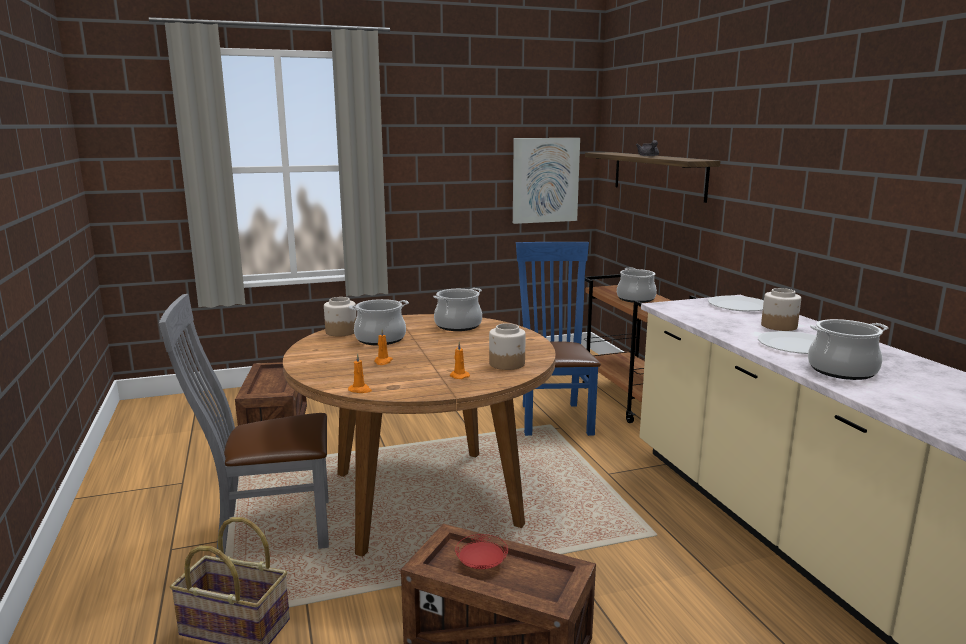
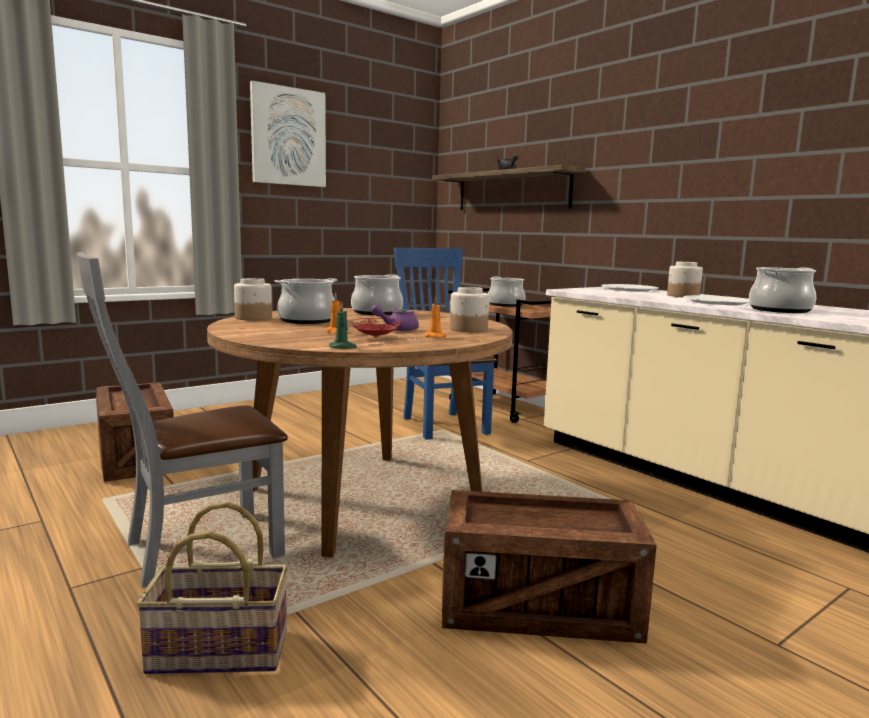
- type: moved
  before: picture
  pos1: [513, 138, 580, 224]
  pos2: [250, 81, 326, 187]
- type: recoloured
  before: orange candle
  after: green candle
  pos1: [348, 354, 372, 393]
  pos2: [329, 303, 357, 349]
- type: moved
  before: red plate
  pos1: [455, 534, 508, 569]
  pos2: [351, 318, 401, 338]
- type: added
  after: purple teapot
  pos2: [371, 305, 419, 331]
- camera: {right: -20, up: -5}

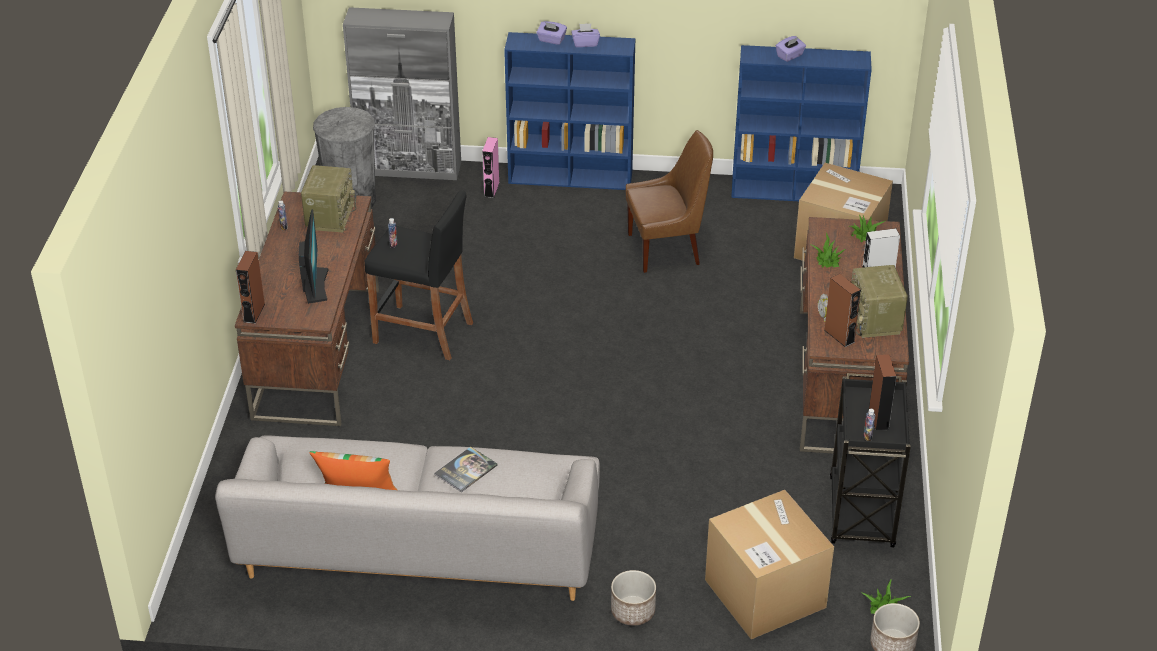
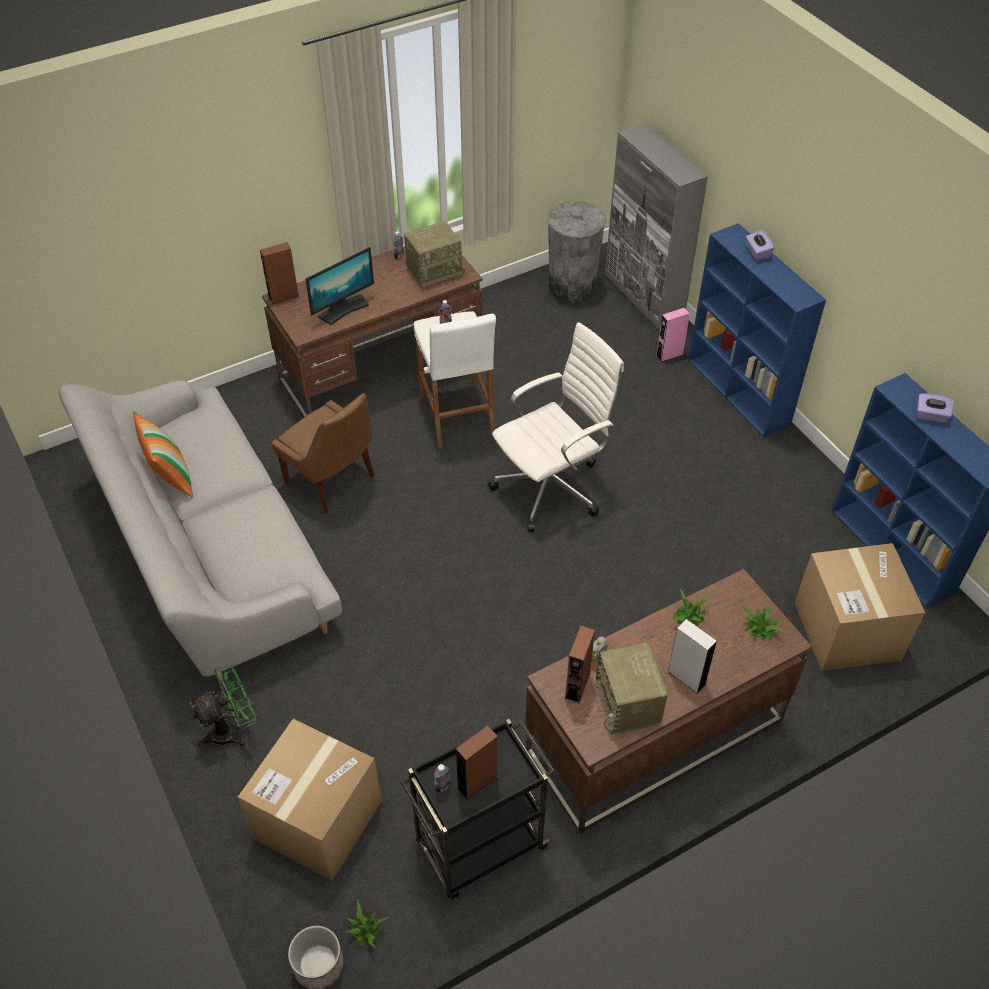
- type: replaced
  before: planter
  after: green fan
  pos1: [611, 570, 656, 626]
  pos2: [189, 663, 256, 746]
- type: moved
  before: brown chair
  pos1: [626, 130, 713, 273]
  pos2: [271, 393, 375, 513]
- type: recoloured
  before: black stool
  after: white stool
  pos1: [365, 190, 473, 360]
  pos2: [414, 311, 496, 448]
- type: added
  after: white office chair
  pos2: [488, 322, 624, 532]
- type: turned
  before: radio
  pos1: [851, 265, 908, 338]
  pos2: [596, 643, 668, 735]
  turn: -60
- type: removed
  before: book
  pos1: [435, 447, 498, 492]
- type: removed
  before: purple tissue box
  pos1: [571, 24, 600, 47]
- camera: {right: 55, up: 10}

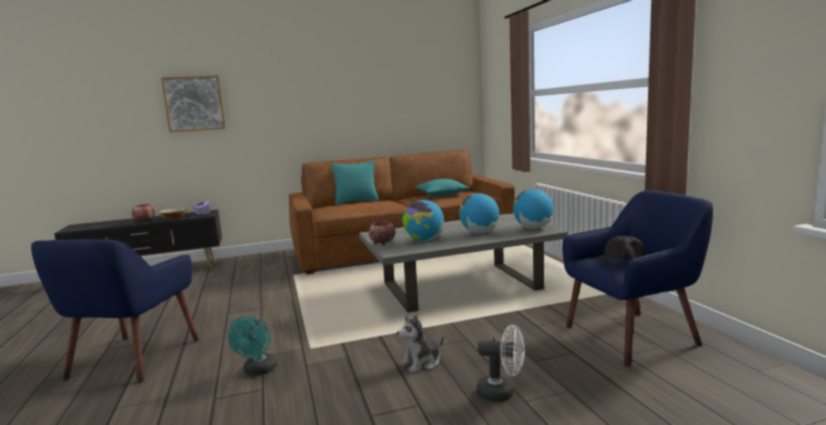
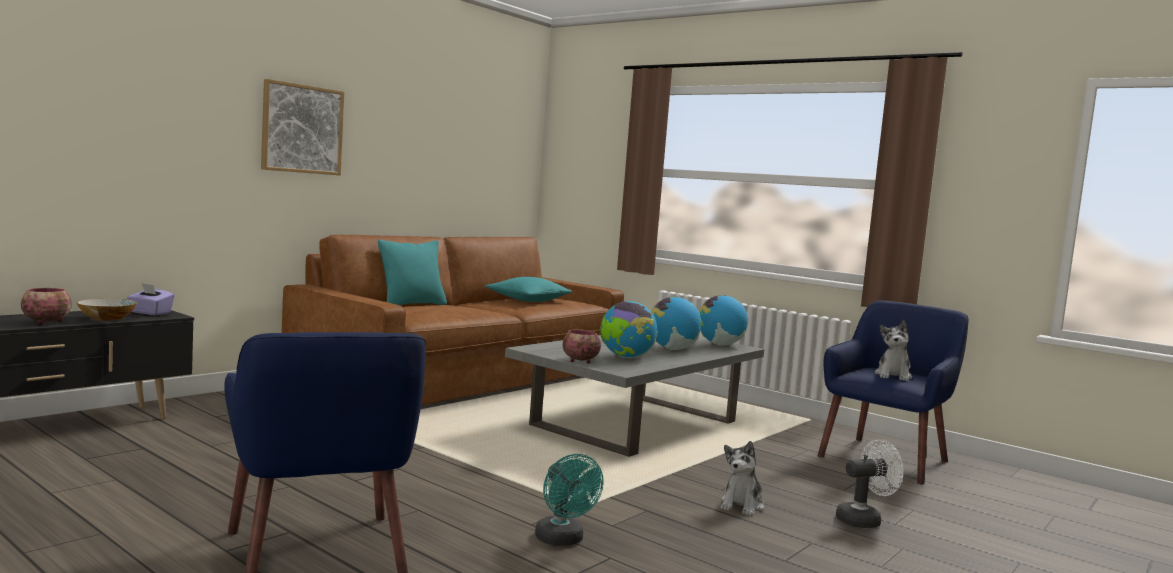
- type: moved
  before: picture
  pos1: [161, 75, 226, 132]
  pos2: [261, 79, 344, 175]
- type: replaced
  before: black hat
  after: plush toy
  pos1: [596, 236, 645, 269]
  pos2: [875, 321, 913, 381]
- camera: {right: -35, up: -5}

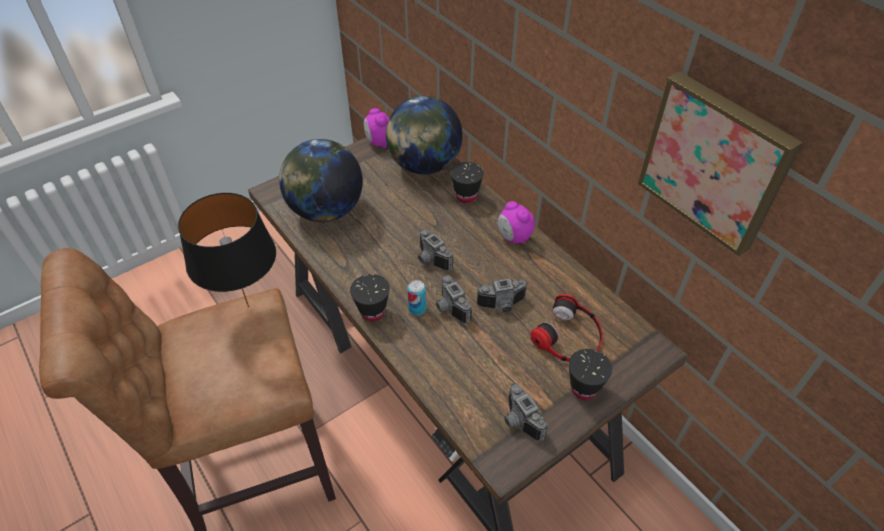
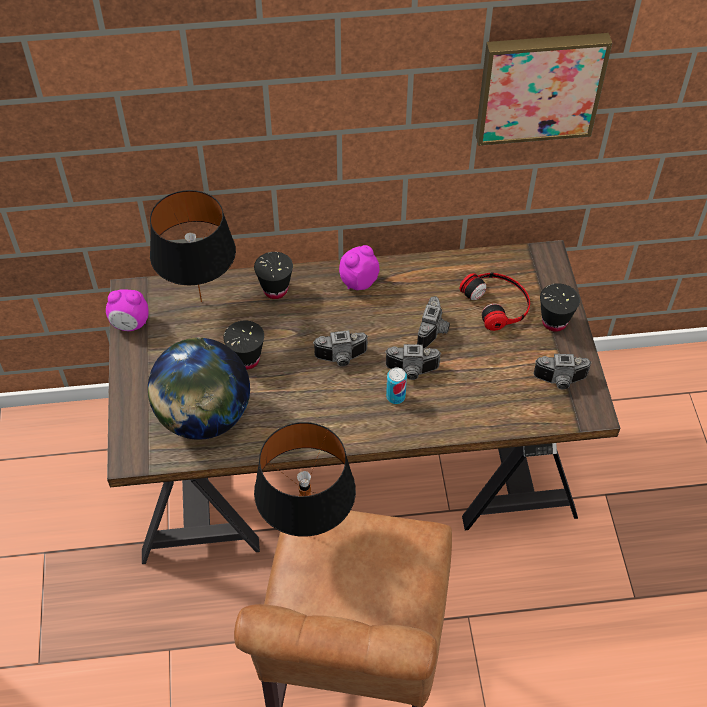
- type: replaced
  before: globe
  after: black table lamp
  pos1: [386, 96, 463, 174]
  pos2: [150, 190, 236, 302]
- type: moved
  before: black cup
  pos1: [350, 274, 390, 321]
  pos2: [223, 320, 264, 369]
- type: turned
  before: alarm clock
  pos1: [498, 201, 535, 245]
  pos2: [339, 245, 379, 290]
  turn: 150
- camera: {right: -60, up: 5}

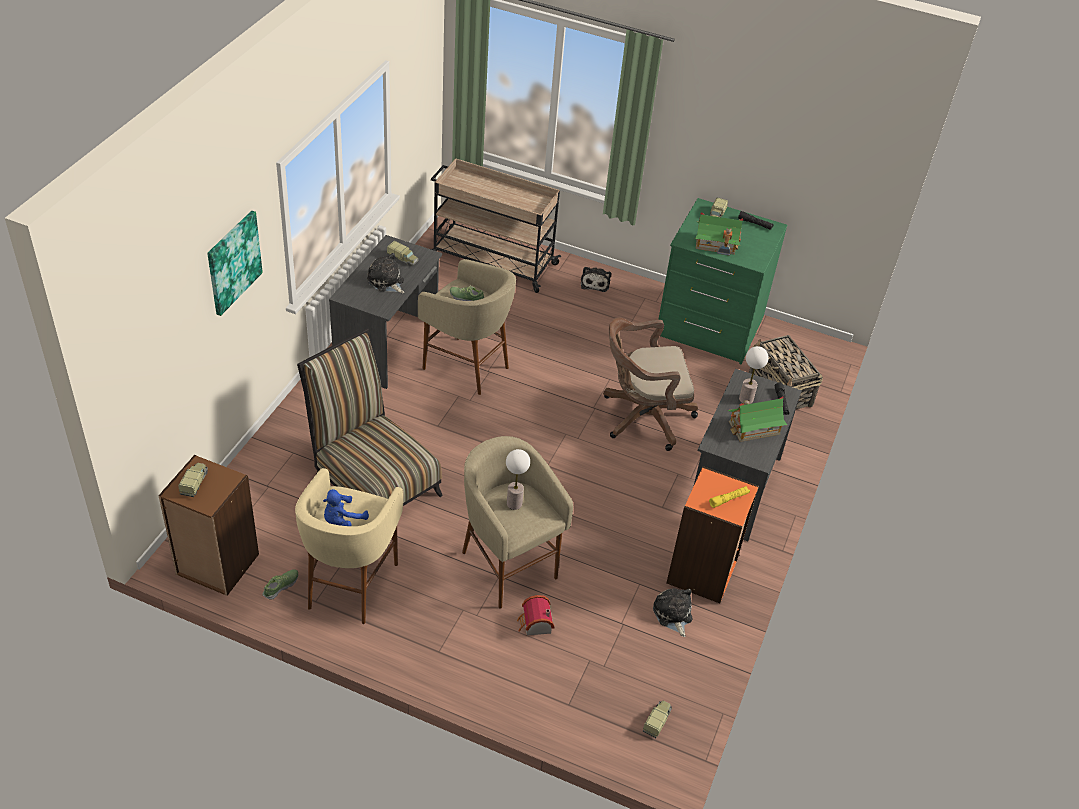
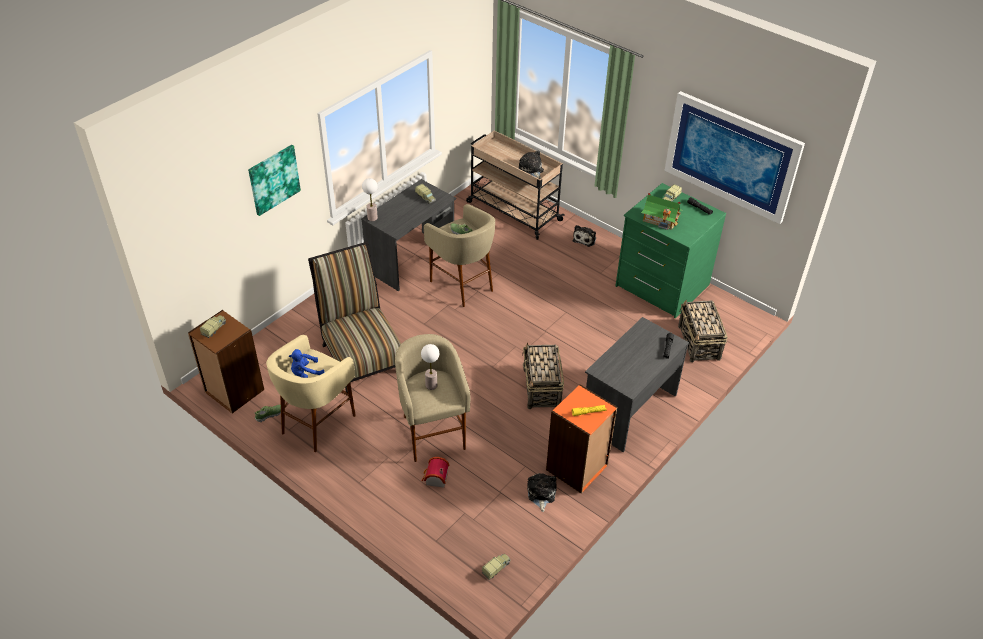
- type: moved
  before: table lamp
  pos1: [739, 346, 769, 404]
  pos2: [362, 178, 378, 221]
- type: moved
  before: plush toy
  pos1: [367, 253, 404, 293]
  pos2: [519, 150, 544, 179]
- type: added
  after: basket
  pos2: [522, 343, 564, 409]
- type: added
  after: picture
  pos2: [665, 91, 805, 224]
- type: removed
  before: brown office chair
  pos1: [603, 317, 698, 451]
- type: removed
  before: toy house
  pos1: [728, 396, 787, 442]
- camera: {right: 20, up: 0}

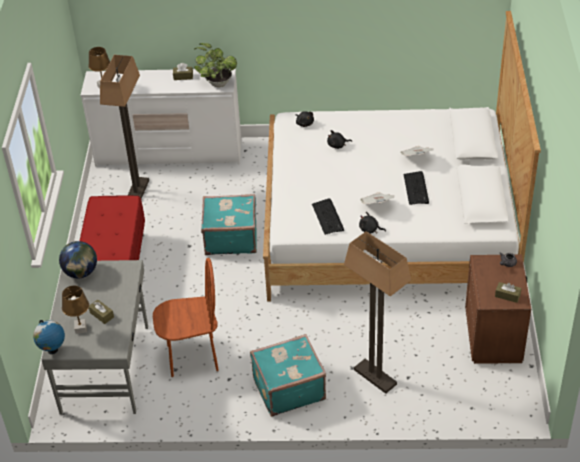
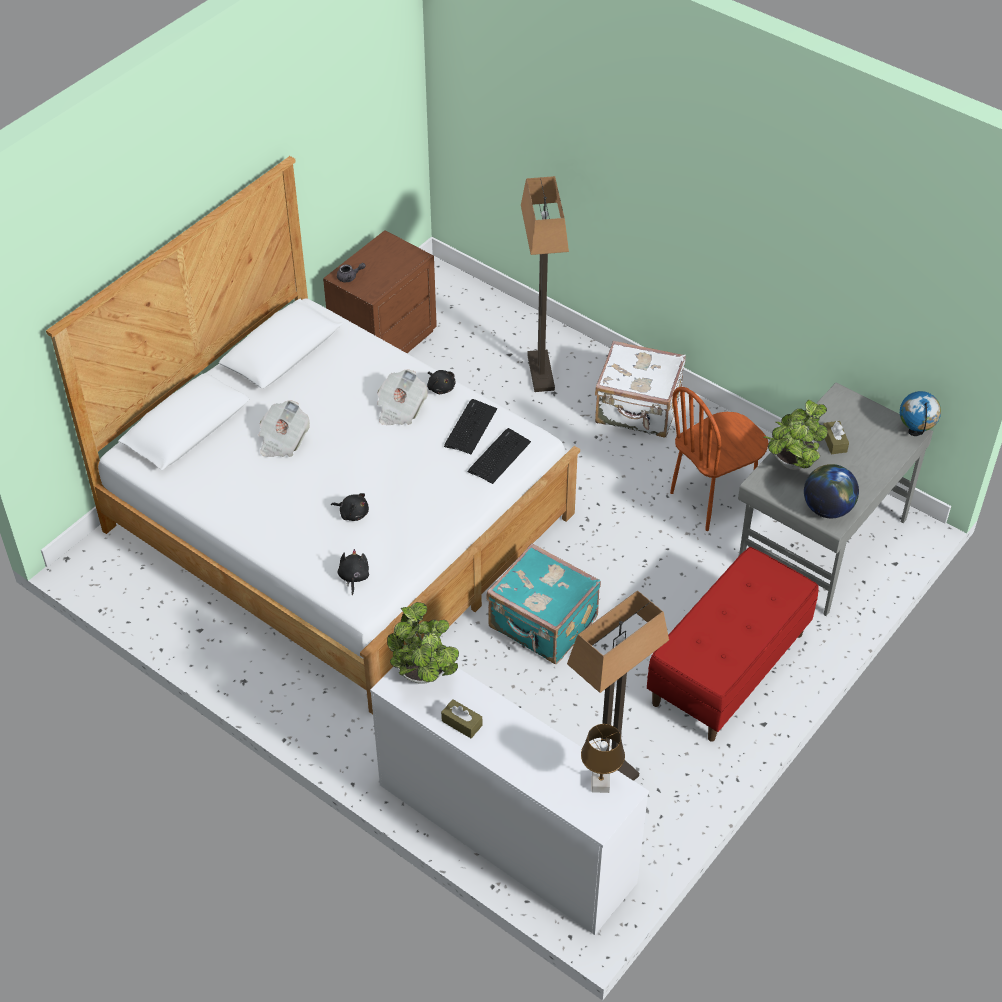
- type: moved
  before: keyboard
  pos1: [404, 171, 429, 205]
  pos2: [468, 428, 531, 484]
- type: recoloured
  before: turquoise suitcase
  after: white suitcase
  pos1: [250, 334, 326, 417]
  pos2: [595, 341, 686, 437]
- type: turned
  before: brown chair
  pos1: [153, 258, 218, 377]
  pos2: [670, 387, 769, 531]
  turn: -60
- type: added
  after: potted plant
  pos2: [763, 400, 828, 470]
- type: removed
  before: brown table lamp
  pos1: [62, 286, 89, 334]
- type: removed
  before: brown tissue box
  pos1: [495, 282, 521, 303]
- camera: {right: -145, up: 5}

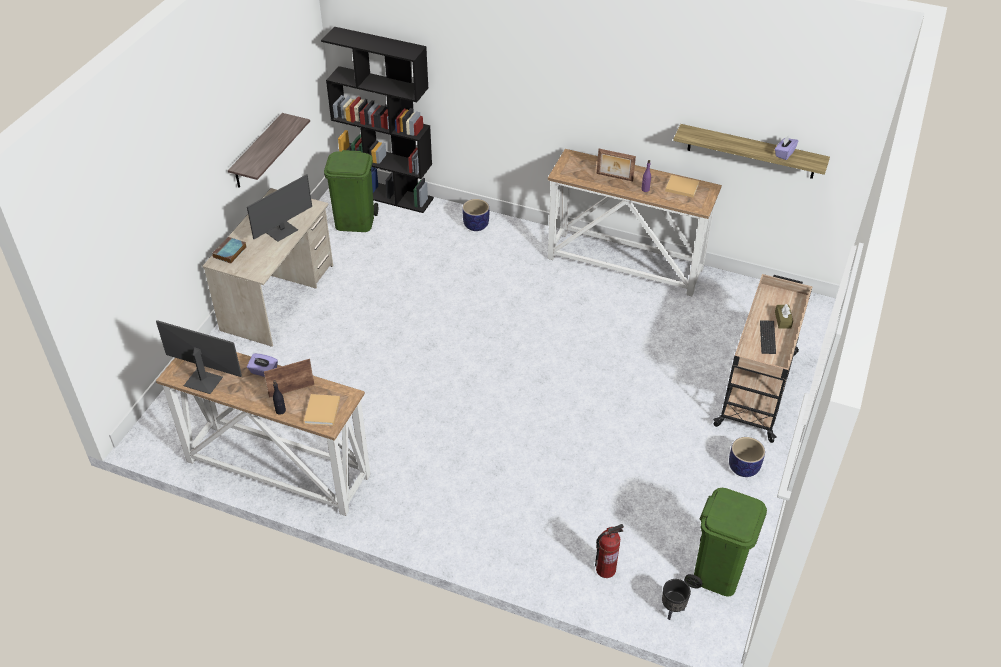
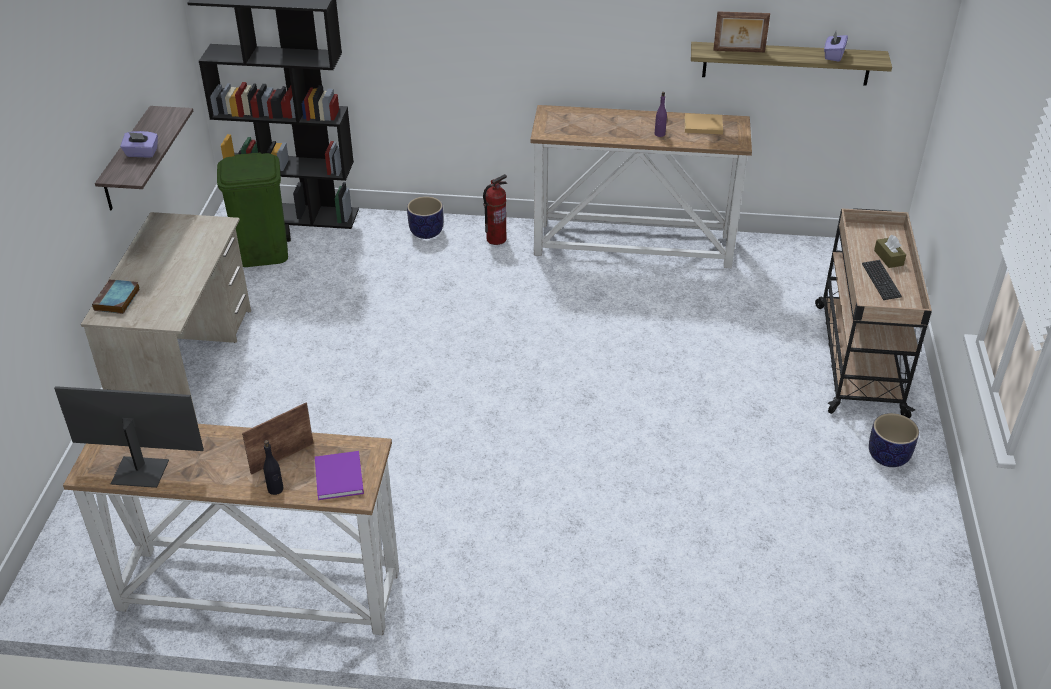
- type: moved
  before: purple tissue box
  pos1: [247, 353, 278, 377]
  pos2: [120, 131, 158, 158]
- type: recoloured
  before: beige book
  after: purple book
  pos1: [304, 394, 340, 426]
  pos2: [315, 451, 364, 500]
- type: moved
  before: fire extinguisher
  pos1: [595, 524, 624, 578]
  pos2: [483, 174, 507, 245]
- type: moved
  before: picture frame
  pos1: [597, 149, 636, 181]
  pos2: [713, 11, 770, 52]
- type: removed
  before: monitor
  pos1: [247, 174, 312, 242]
- type: removed
  before: black planter
  pos1: [662, 579, 691, 620]
- type: removed
  before: green trash can
  pos1: [684, 488, 767, 597]
- camera: {right: -15, up: -5}

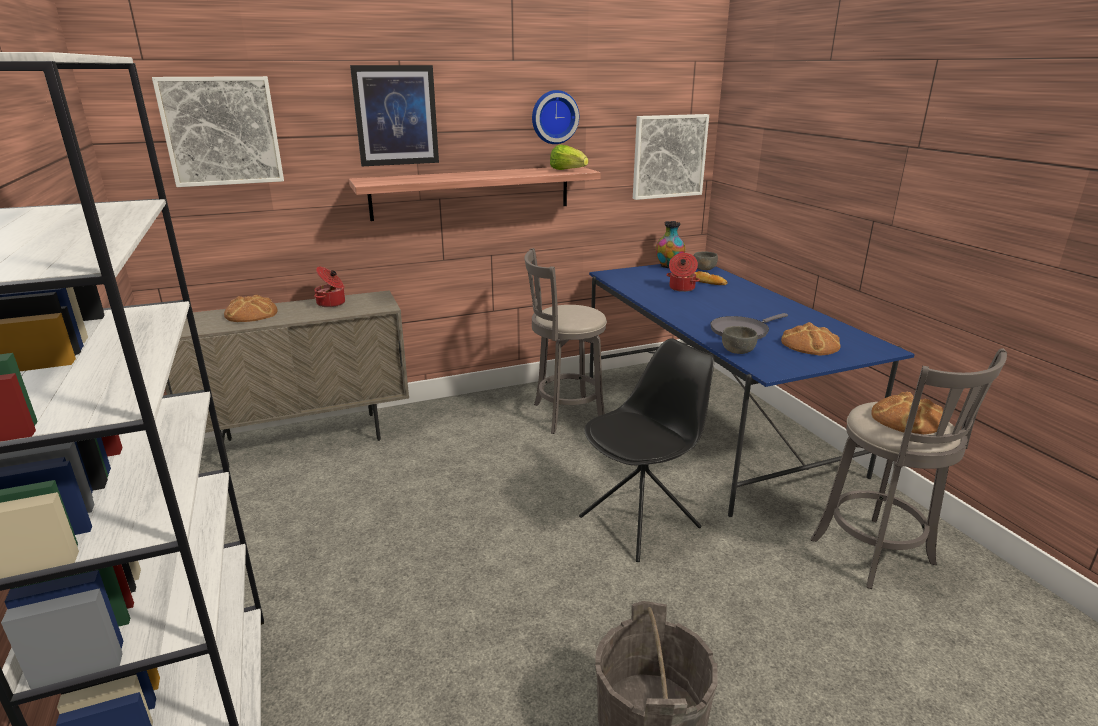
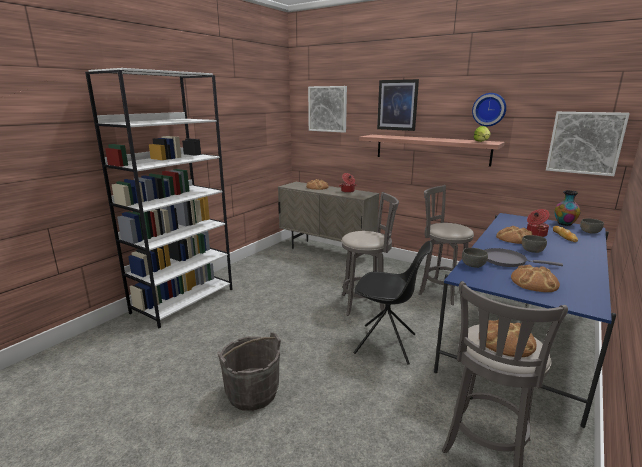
- type: added
  after: grey stool
  pos2: [341, 192, 399, 316]
- type: added
  after: bread
  pos2: [496, 226, 532, 244]
- type: added
  after: grey bowl
  pos2: [522, 235, 547, 253]
- camera: {right: 55, up: -5}

